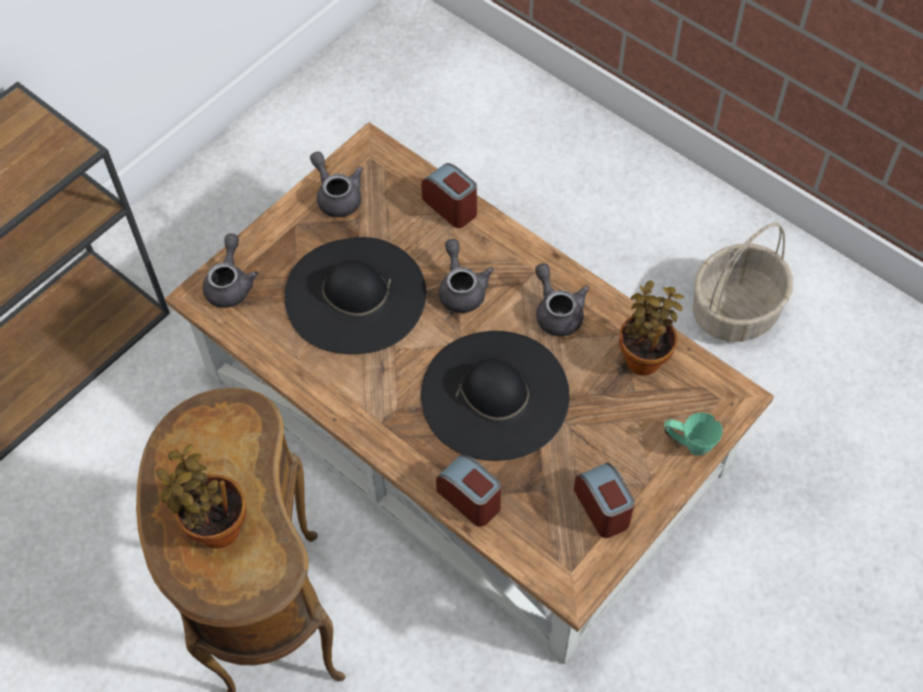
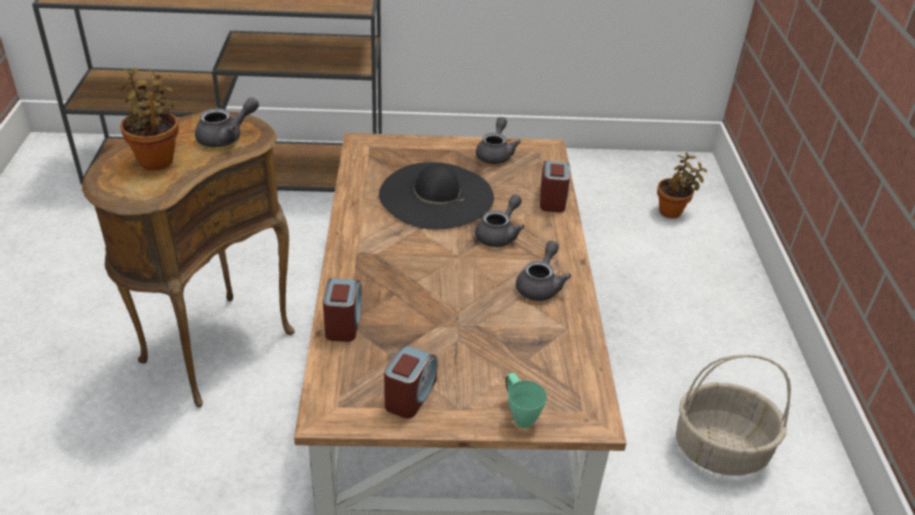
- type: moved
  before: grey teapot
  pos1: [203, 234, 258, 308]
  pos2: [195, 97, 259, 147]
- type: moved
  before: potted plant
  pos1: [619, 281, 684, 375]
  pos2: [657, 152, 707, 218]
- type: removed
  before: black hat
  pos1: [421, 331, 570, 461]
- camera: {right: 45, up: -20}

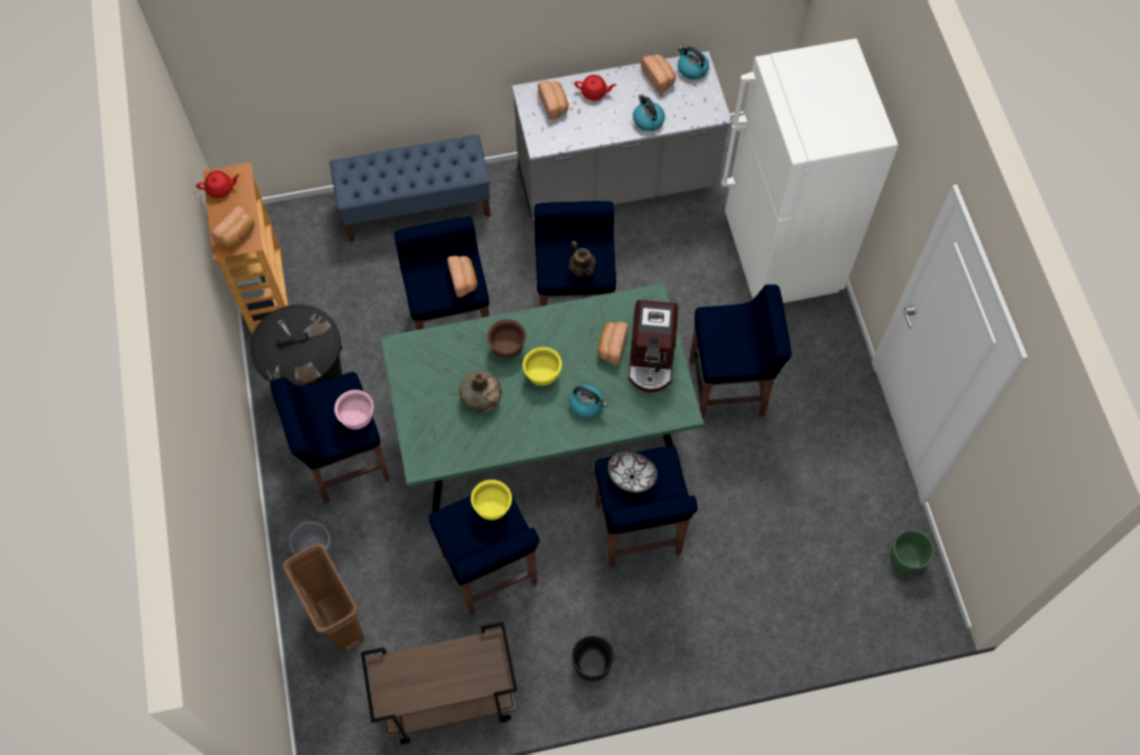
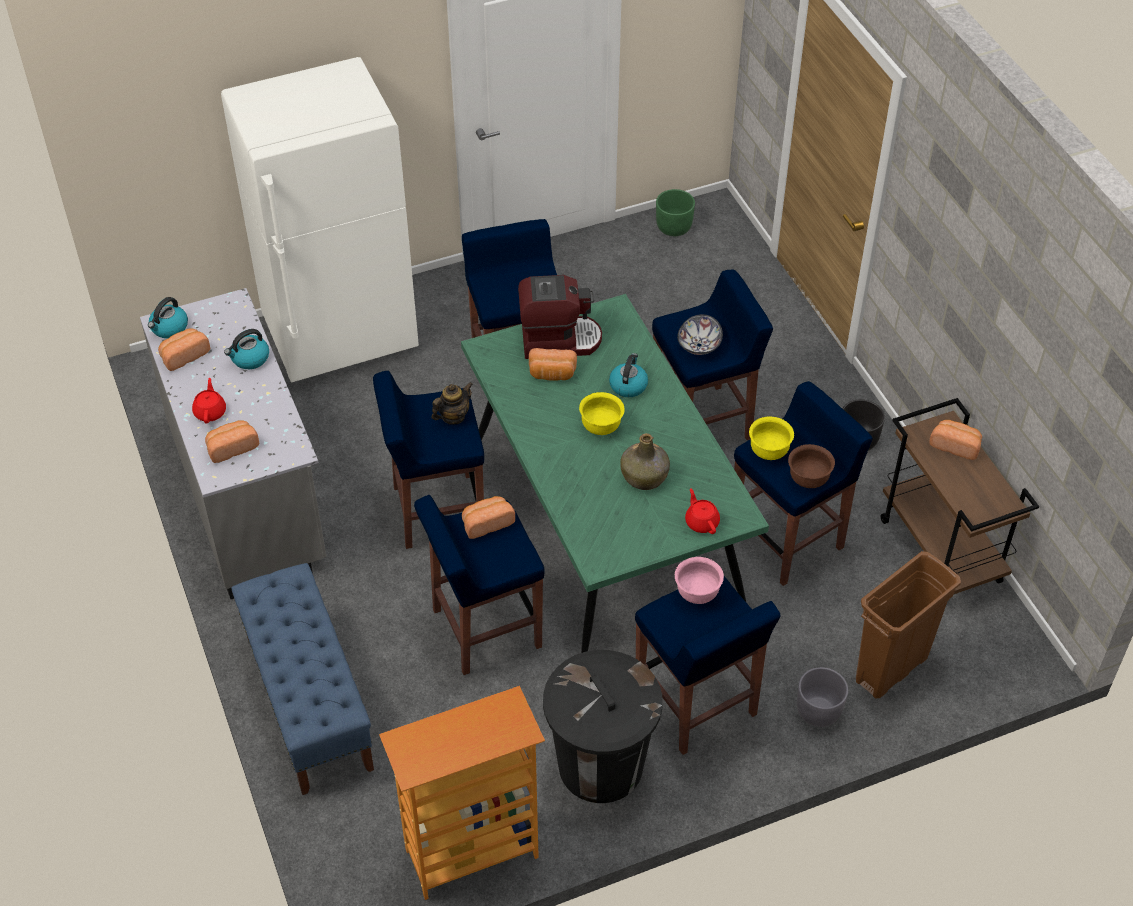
- type: moved
  before: red teapot
  pos1: [196, 171, 240, 198]
  pos2: [685, 488, 720, 534]
- type: moved
  before: brown bowl
  pos1: [487, 320, 526, 358]
  pos2: [788, 444, 835, 488]
- type: moved
  before: bread
  pos1: [212, 206, 255, 248]
  pos2: [930, 420, 982, 460]
- camera: {right: -100, up: -15}

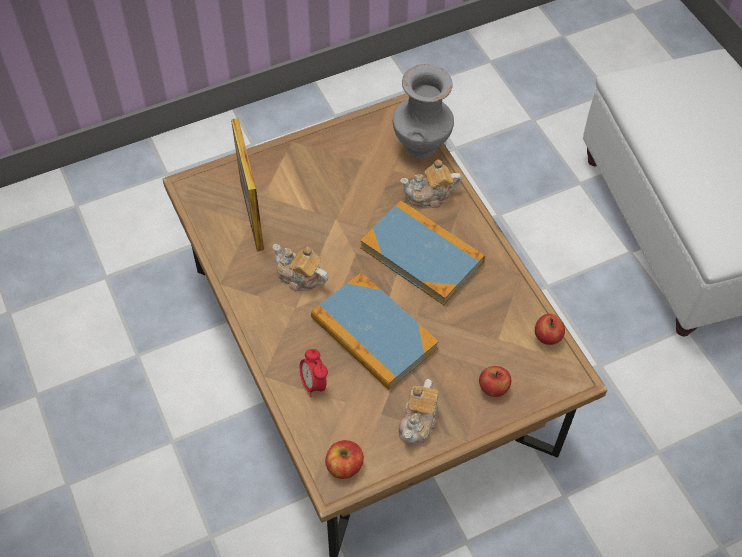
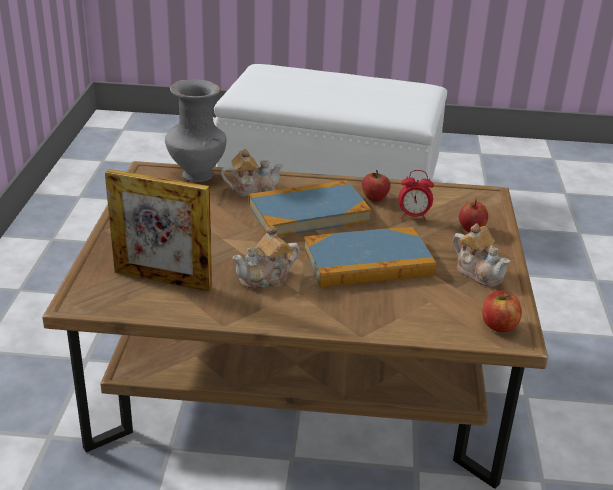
- type: turned
  before: teapot
  pos1: [400, 160, 462, 208]
  pos2: [221, 149, 283, 197]
  turn: -120
- type: moved
  before: apple
  pos1: [535, 314, 565, 345]
  pos2: [362, 170, 391, 202]
- type: moved
  before: alarm clock
  pos1: [300, 349, 328, 397]
  pos2: [398, 170, 434, 221]
- camera: {right: -60, up: -25}

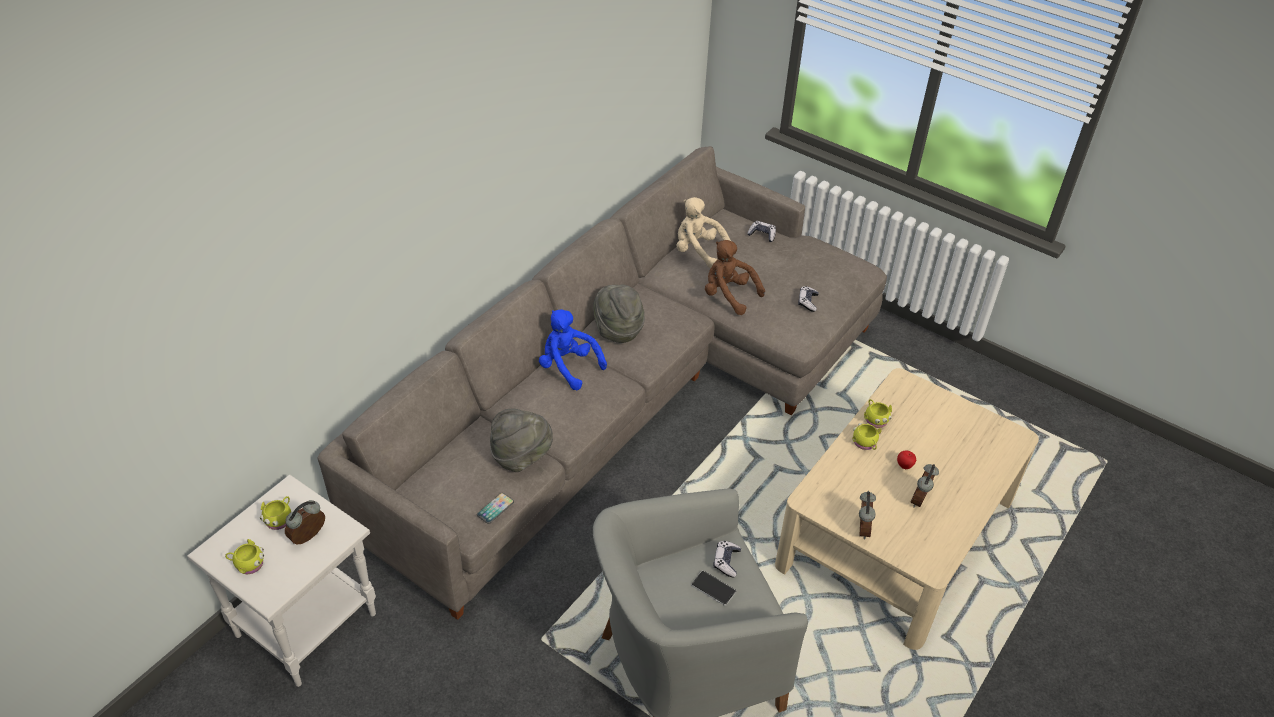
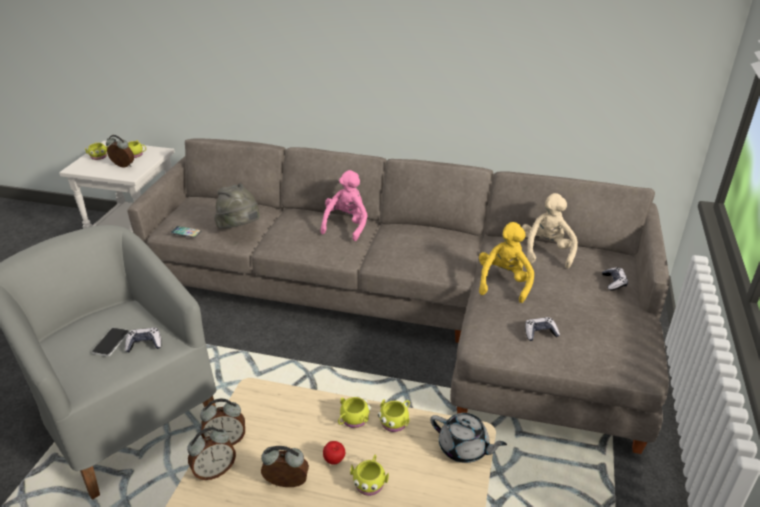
- type: added
  after: alarm clock
  pos2: [187, 427, 236, 480]
- type: recoloured
  before: blue plush toy
  after: pink plush toy
  pos1: [539, 309, 607, 390]
  pos2: [321, 170, 368, 241]
- type: added
  after: yellow mug
  pos2: [350, 455, 389, 496]
- type: added
  after: grey teapot
  pos2: [430, 413, 507, 463]
- type: recoloured
  before: brown plush toy
  after: yellow plush toy
  pos1: [705, 240, 765, 315]
  pos2: [479, 222, 534, 303]
- type: removed
  before: grey hat
  pos1: [593, 285, 645, 343]
- camera: {right: 70, up: -10}

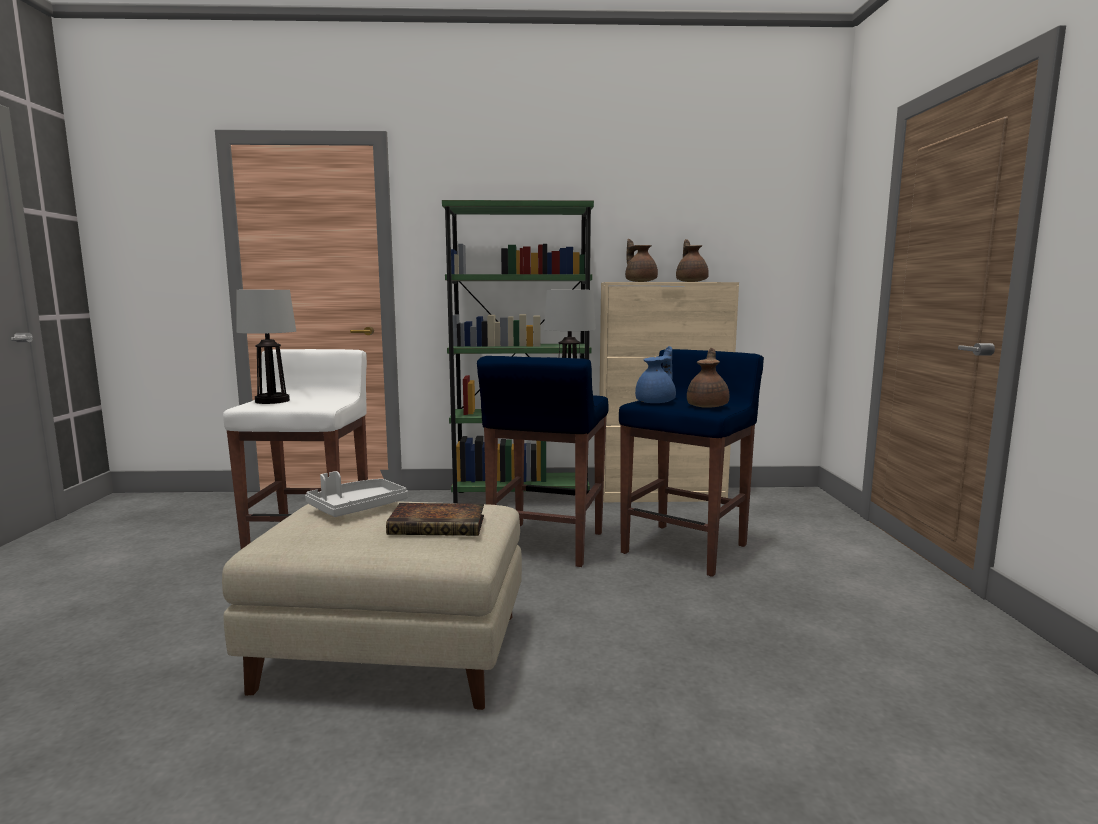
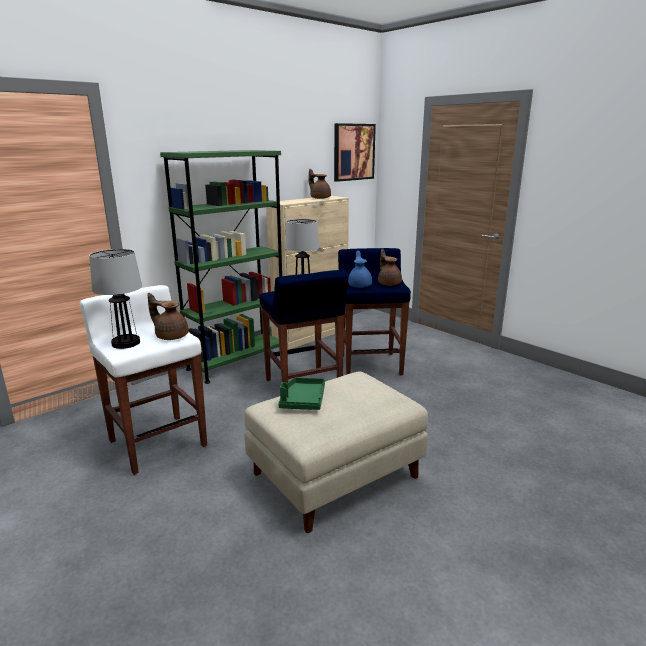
- type: moved
  before: brown teapot
  pos1: [625, 239, 658, 282]
  pos2: [147, 293, 189, 340]
- type: recoloured
  before: grey tray
  after: green tray
  pos1: [305, 471, 408, 517]
  pos2: [278, 378, 325, 410]
- type: added
  after: picture
  pos2: [334, 123, 376, 182]
- type: removed
  before: book
  pos1: [386, 503, 484, 536]
- camera: {right: -40, up: 10}

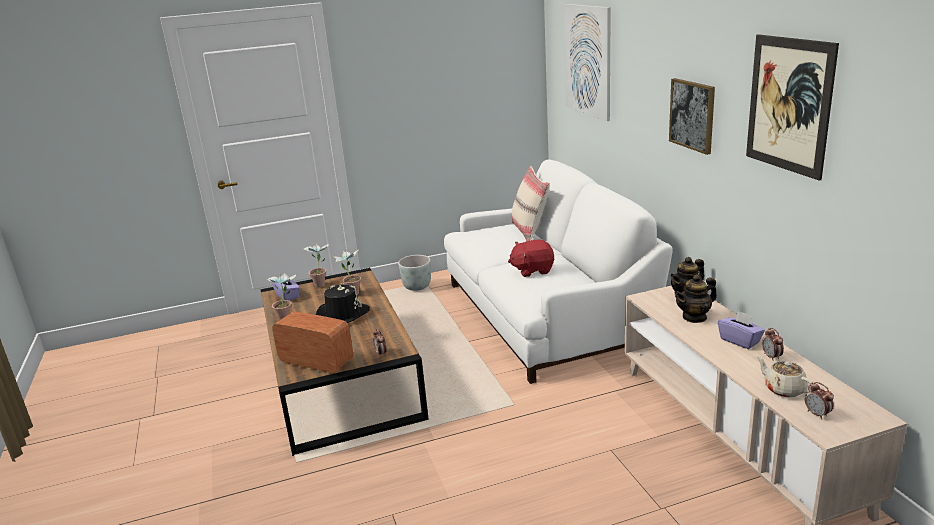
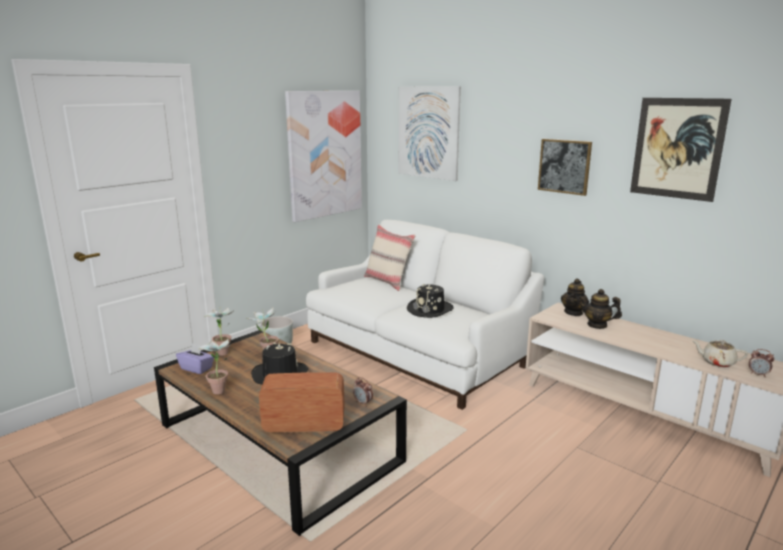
- type: added
  after: picture
  pos2: [285, 91, 362, 222]
- type: replaced
  before: red plush toy
  after: black hat
  pos1: [508, 240, 554, 277]
  pos2: [407, 284, 453, 318]
- type: turned
  before: teapot
  pos1: [675, 274, 717, 323]
  pos2: [579, 289, 622, 329]
  turn: 75
- type: removed
  before: purple tissue box
  pos1: [718, 311, 765, 349]
- type: removed
  before: alarm clock
  pos1: [762, 328, 784, 361]
- camera: {right: -30, up: -5}

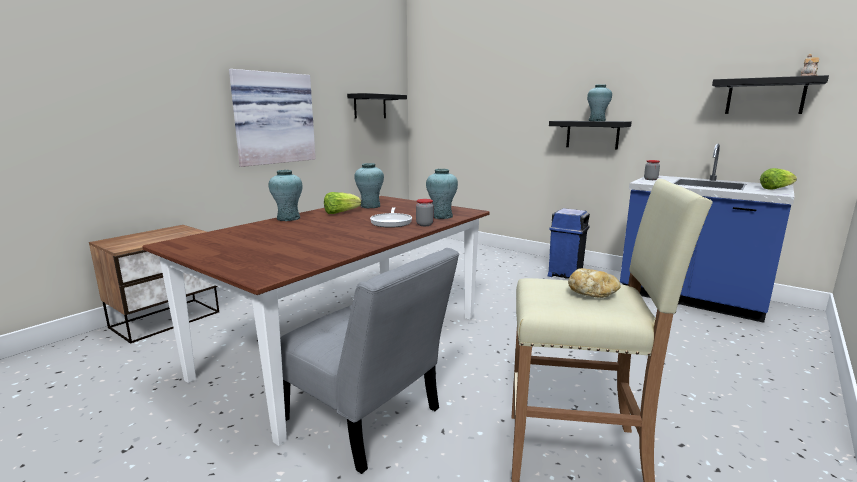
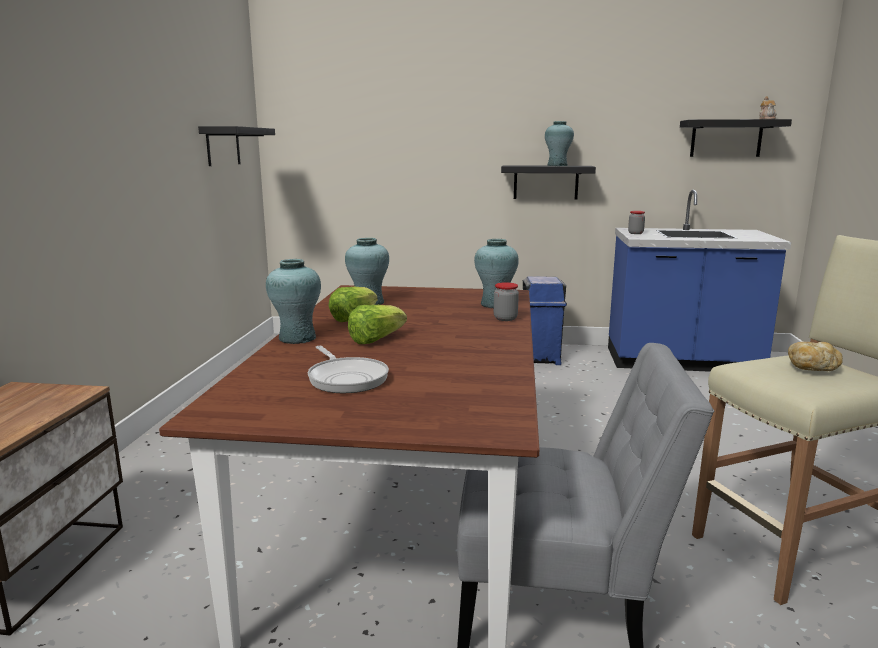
- type: moved
  before: frying pan
  pos1: [370, 207, 412, 228]
  pos2: [308, 346, 389, 393]
- type: moved
  before: lettuce
  pos1: [760, 168, 797, 190]
  pos2: [348, 305, 407, 344]
- type: removed
  before: picture
  pos1: [229, 69, 316, 167]
- camera: {right: -30, up: 0}

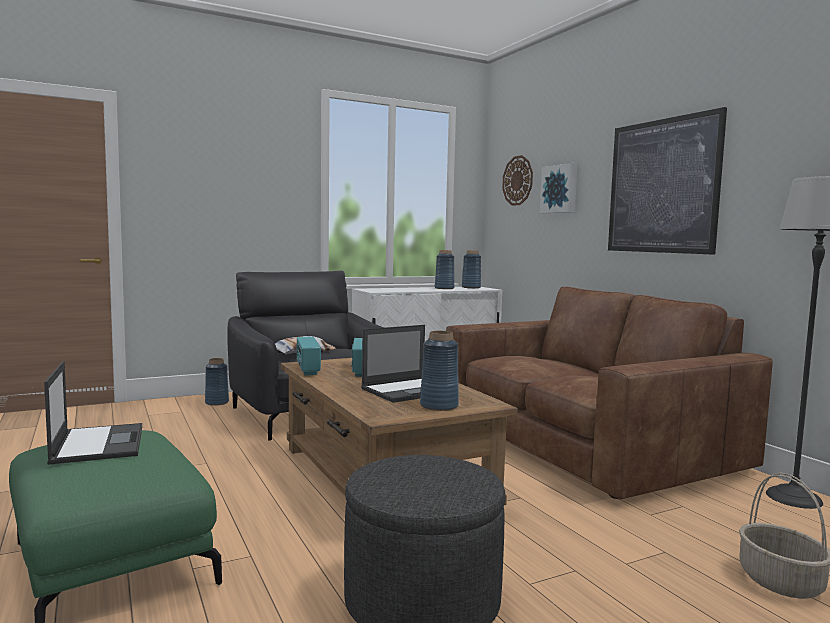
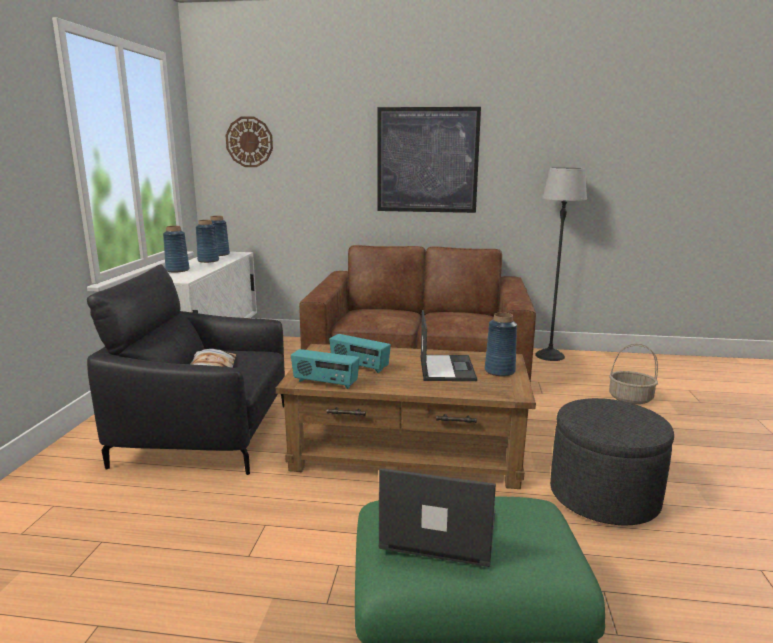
- type: moved
  before: blue vase
  pos1: [205, 358, 229, 406]
  pos2: [163, 226, 189, 273]
- type: removed
  before: picture
  pos1: [540, 163, 578, 213]
- camera: {right: -55, up: 10}

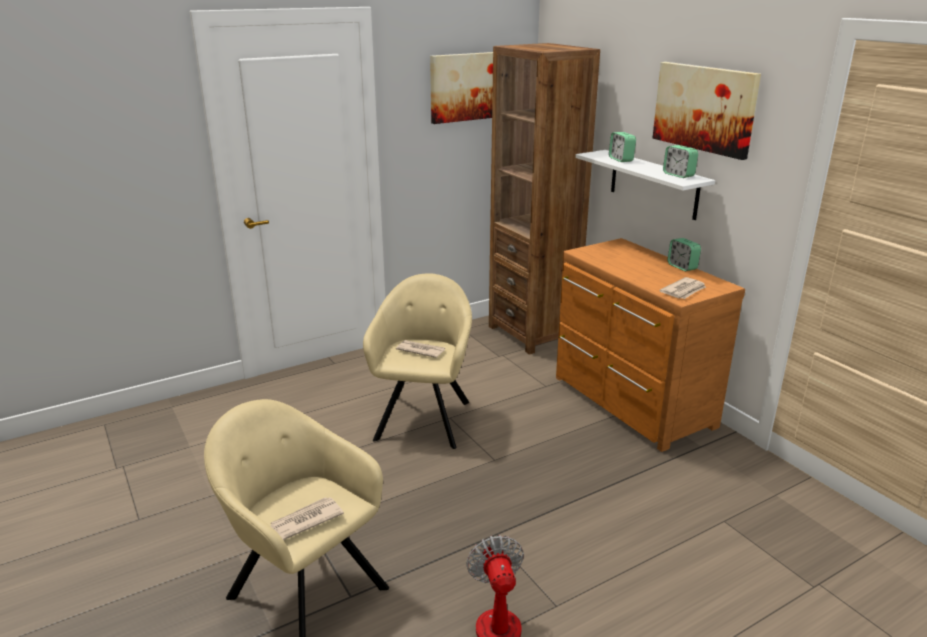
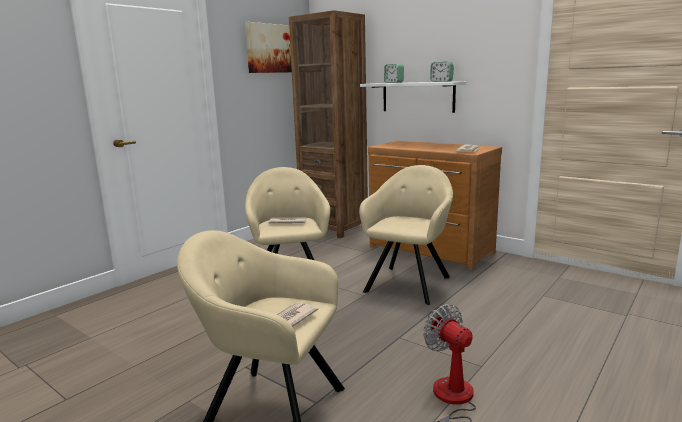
- type: added
  after: beige armchair
  pos2: [359, 165, 453, 305]
- type: removed
  before: picture
  pos1: [653, 62, 761, 160]
- type: removed
  before: alarm clock
  pos1: [668, 238, 701, 271]
- camera: {right: -20, up: -10}

